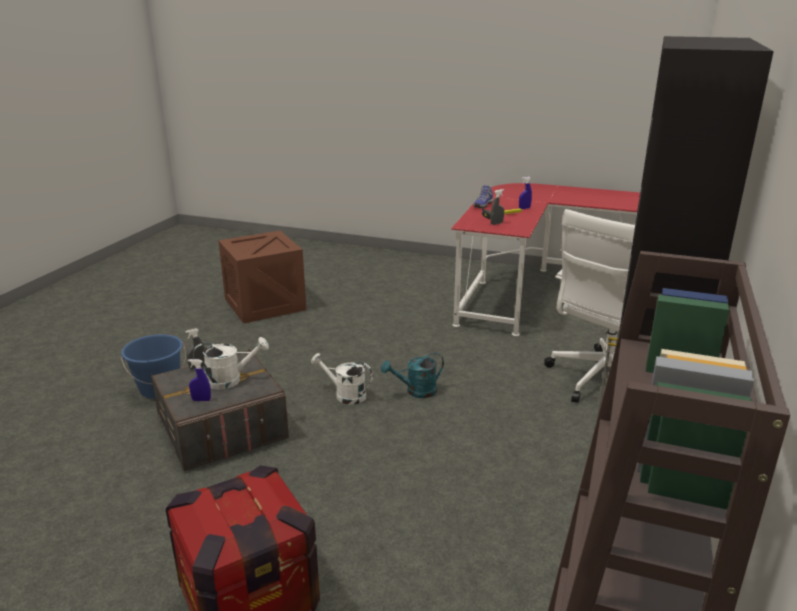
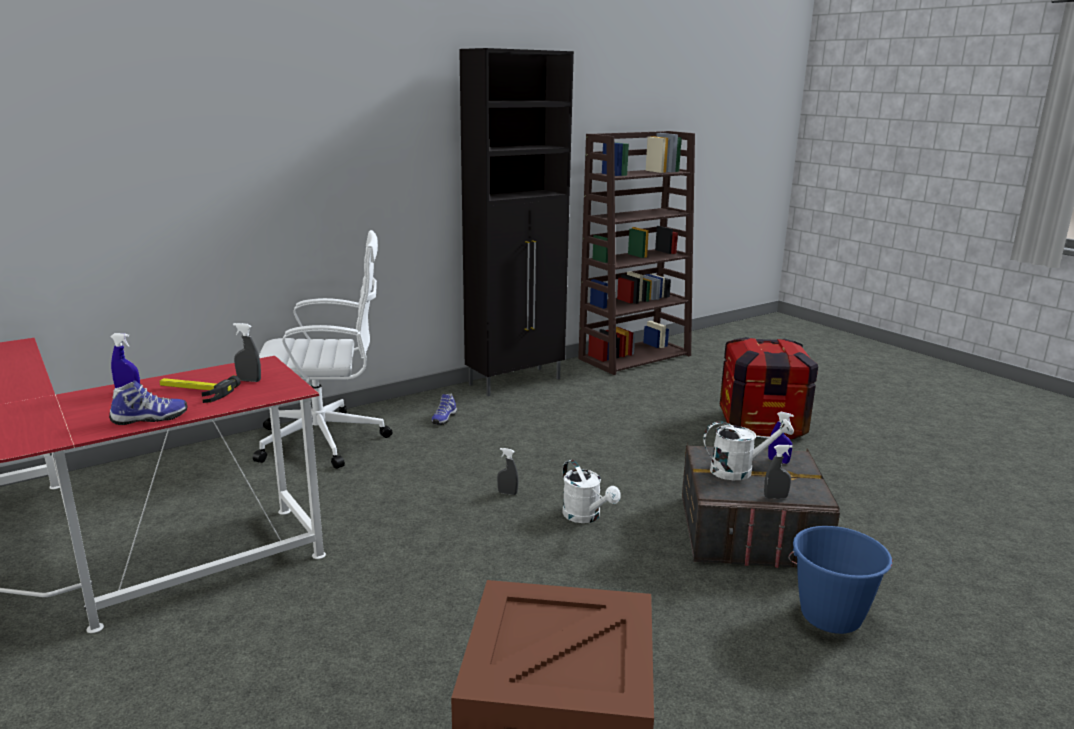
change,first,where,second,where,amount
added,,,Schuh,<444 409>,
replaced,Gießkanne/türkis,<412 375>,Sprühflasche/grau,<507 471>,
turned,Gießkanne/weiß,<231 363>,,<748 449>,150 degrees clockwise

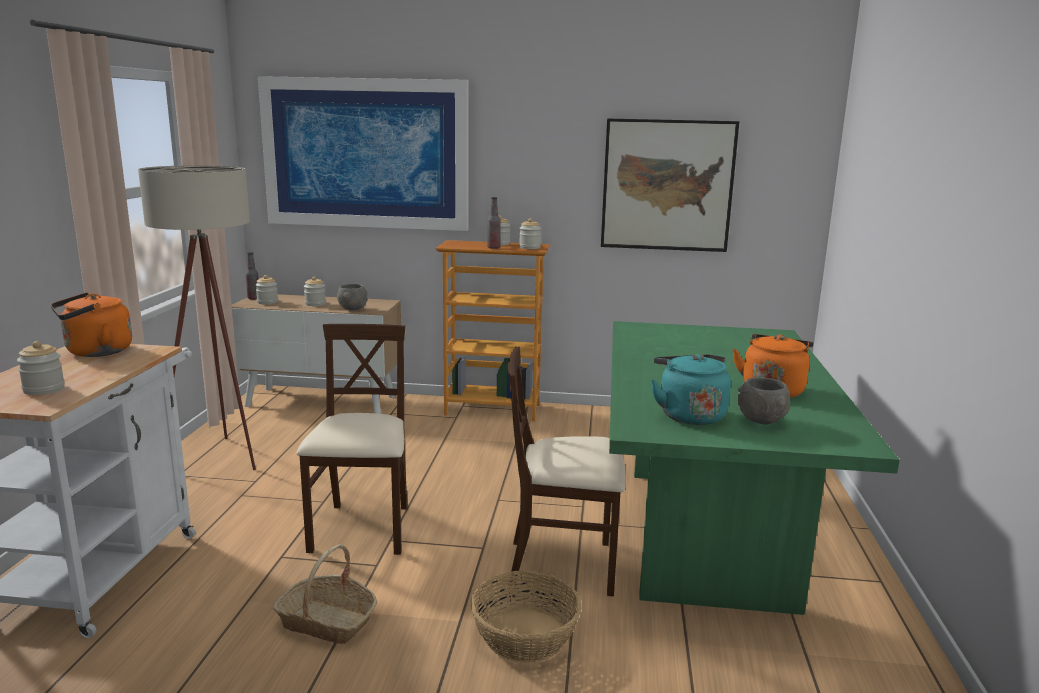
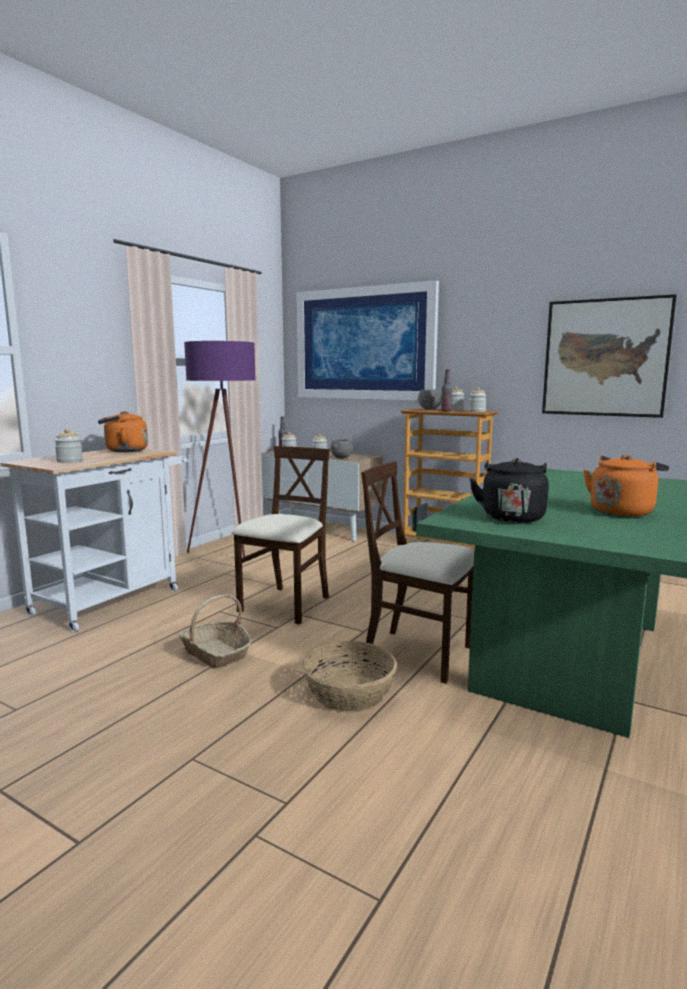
change,first,where,second,where,amount
moved,Schüssel/grau,<763 400>,,<429 400>,
recoloured,Stehlampe/beige,<197 317>,Stehlampe/lila,<220 449>,
recoloured,Wasserkessel/türkis,<691 389>,Wasserkessel/schwarz,<509 490>,

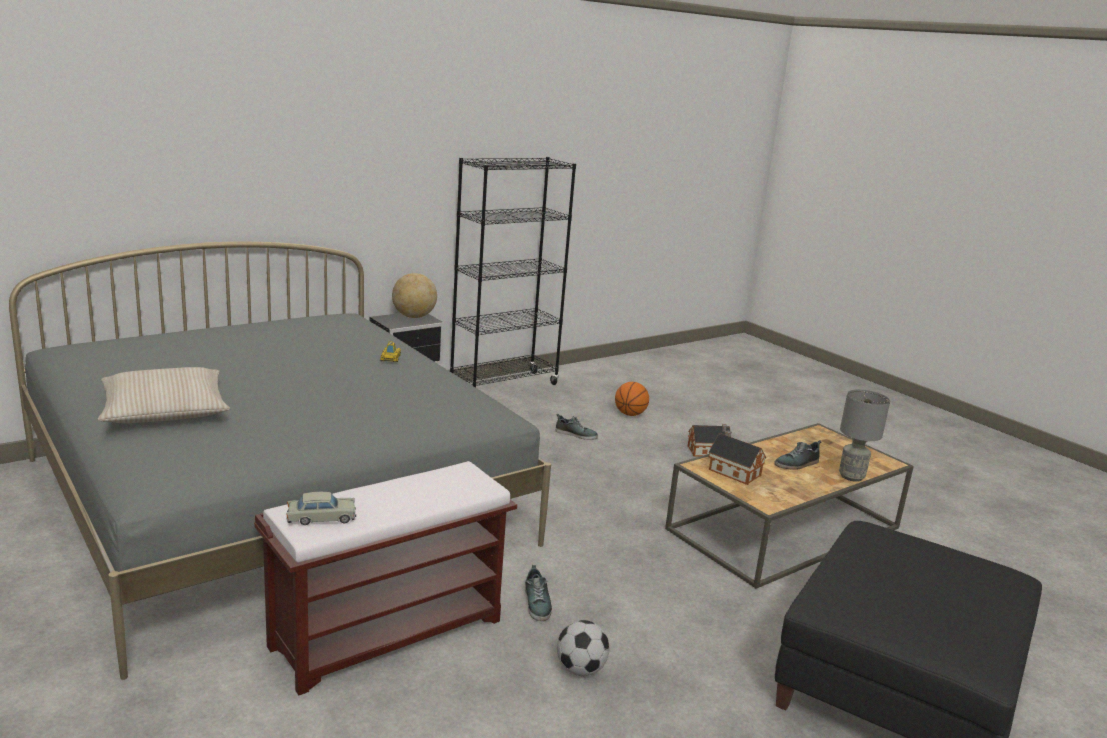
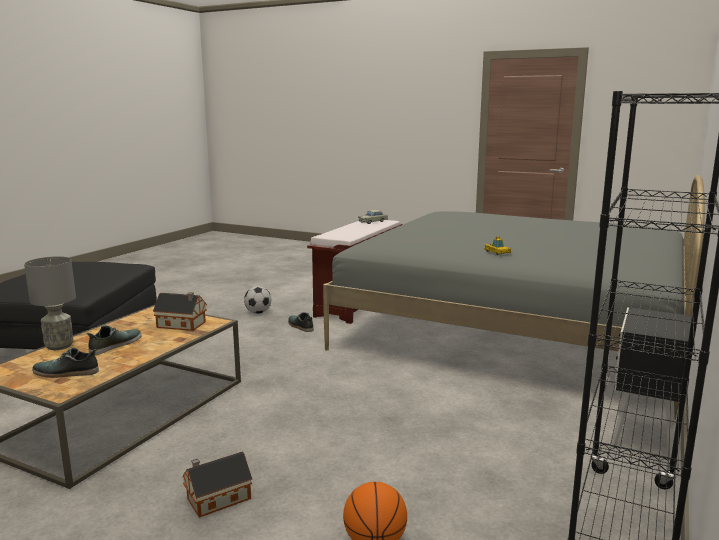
change,first,where,second,where,amount
removed,Kissen/beige,<164 395>,,,
removed,Globus,<414 295>,,,
moved,Schuh,<576 427>,,<65 363>,

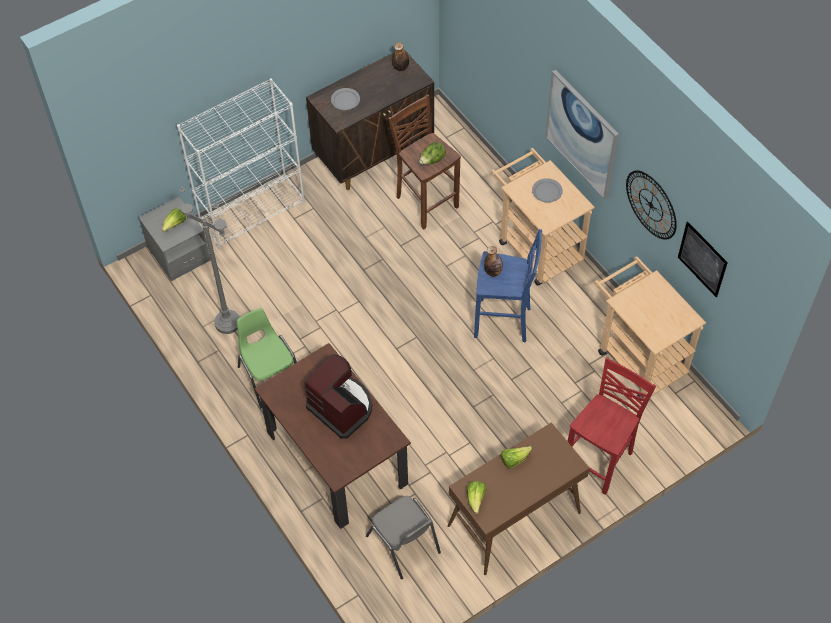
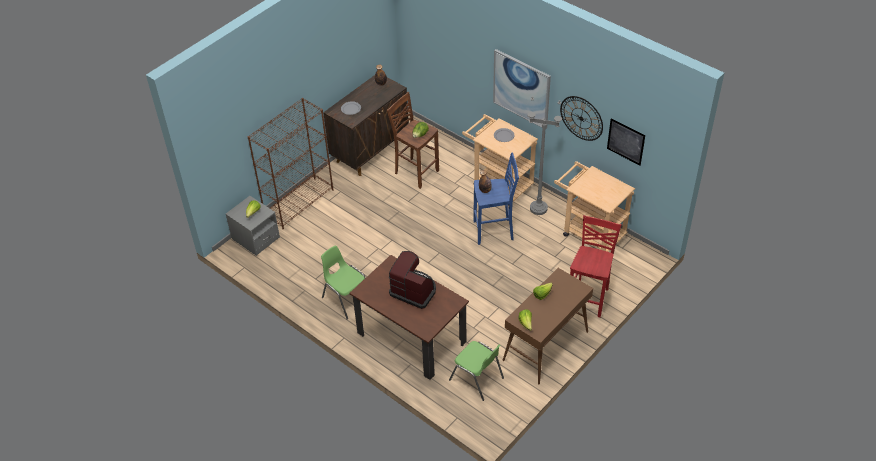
change,first,where,second,where,amount
moved,Stehlampe/grau,<210 260>,,<544 155>,
recoloured,Bücherregal/weiß,<241 163>,Bücherregal/braun,<290 164>,
recoloured,Stuhl/grau,<403 538>,Stuhl/grün,<476 371>,

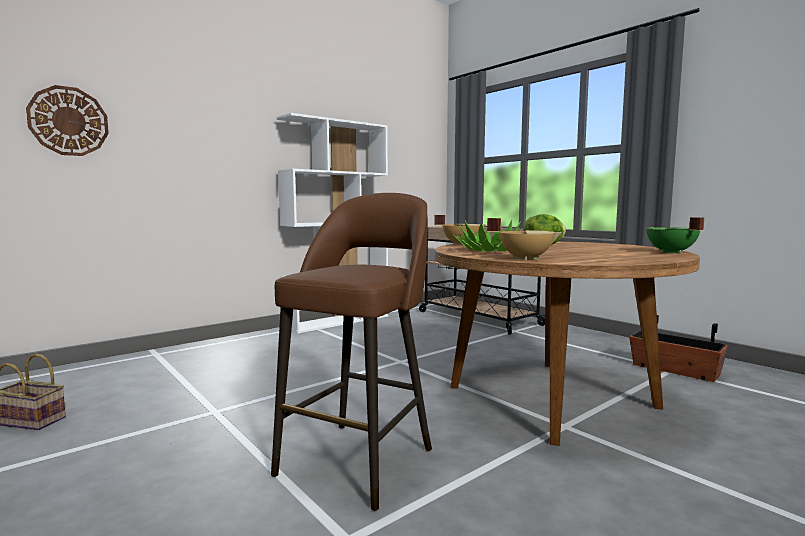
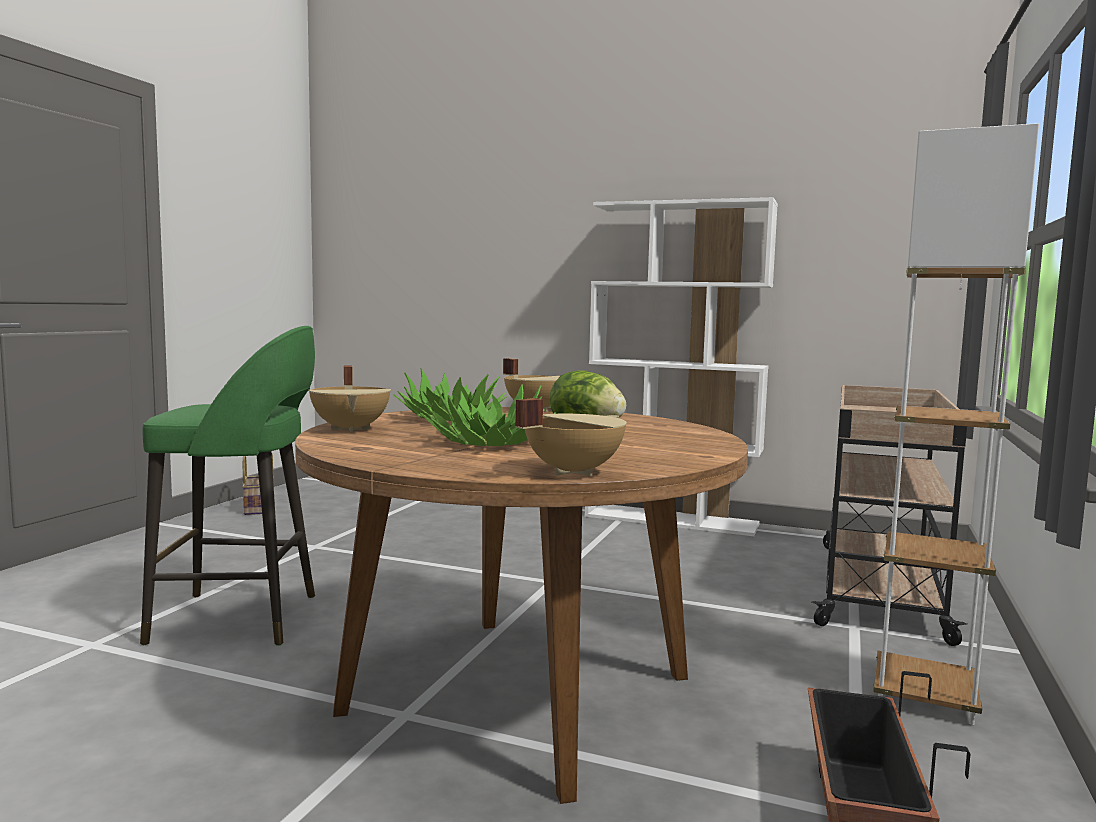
change,first,where,second,where,amount
removed,Wanduhr,<67 120>,,,
added,,,Topfpflanze,<488 415>,
added,,,Stehlampe/weiß,<956 424>,
recoloured,Hocker/braun,<351 352>,Hocker/grün,<227 486>,
recoloured,Kochtopf/grün,<675 235>,Kochtopf/beige,<571 437>,

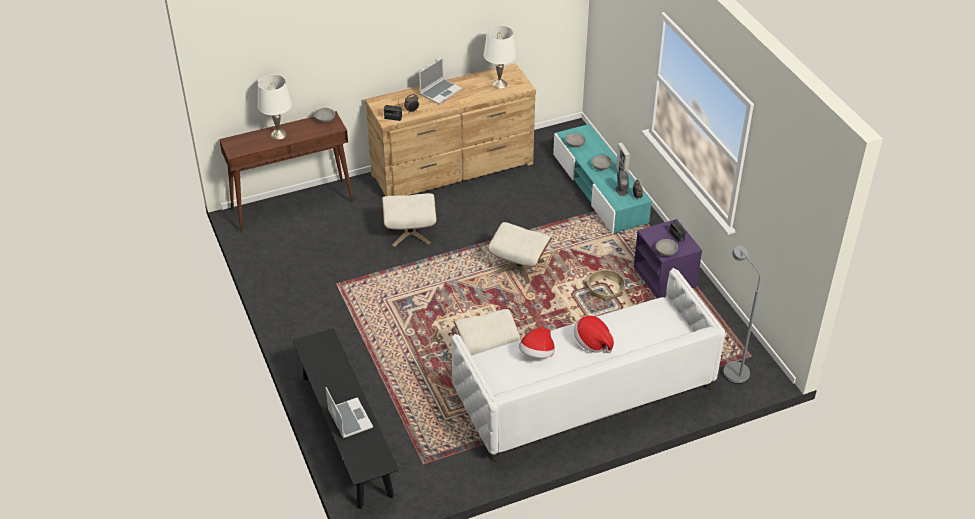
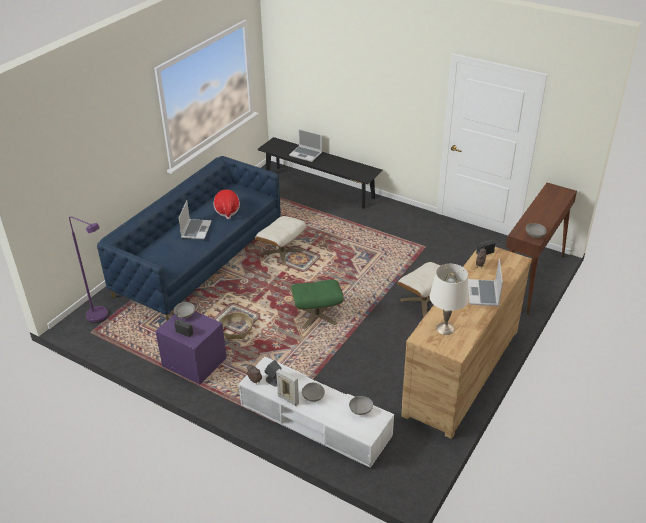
change,first,where,second,where,amount
removed,Tischlampe/weiß,<275 107>,,,
replaced,Hut,<594 334>,Laptop,<195 219>,
recoloured,Sofa/weiß,<588 365>,Sofa/blau,<189 238>,
recoloured,Polsterhocker/beige,<520 253>,Polsterhocker/grün,<317 305>,
recoloured,Fernsehschrank/türkis,<602 179>,Fernsehschrank/weiß,<316 412>,
recoloured,Stehlampe/grau,<742 314>,Stehlampe/lila,<88 269>,

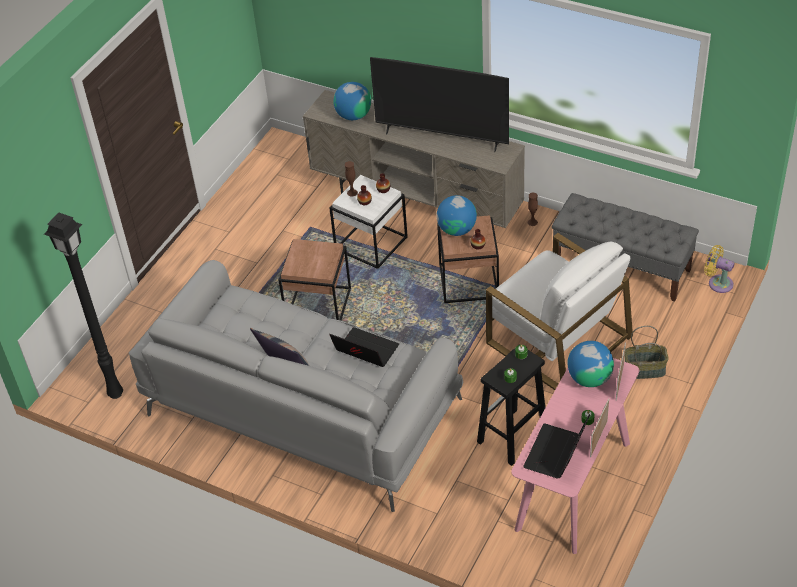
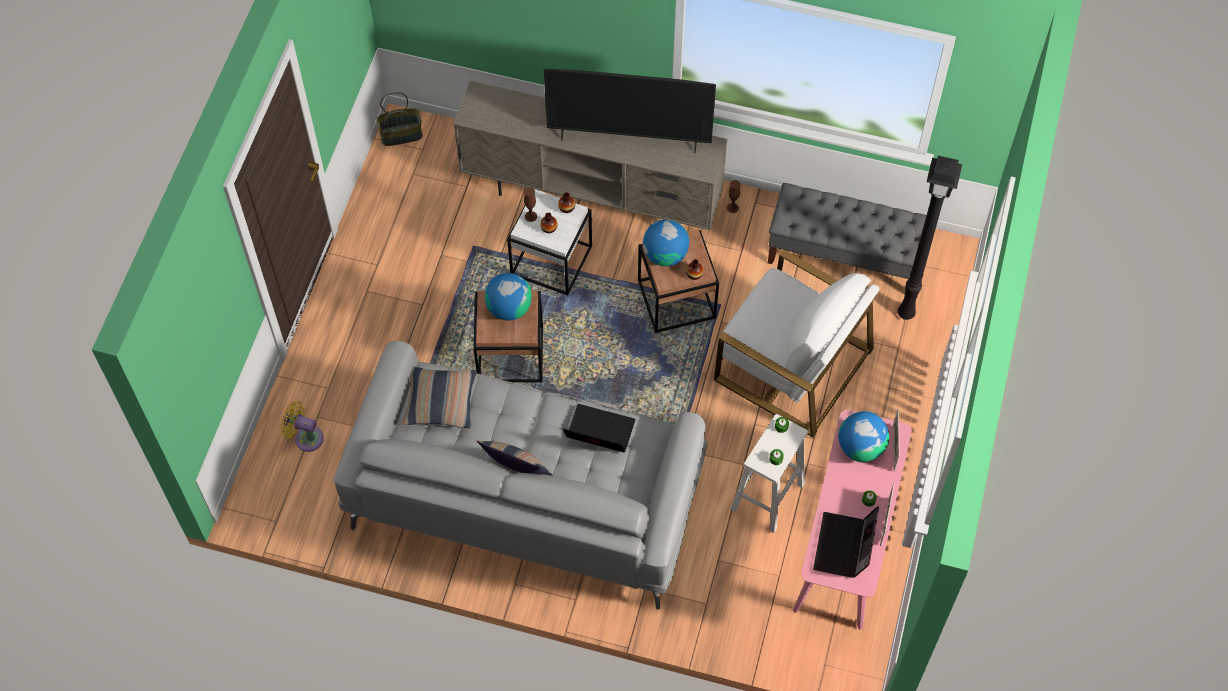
change,first,where,second,where,amount
added,,,Kissen,<439 397>,
moved,Stehlampe/schwarz,<83 305>,,<930 238>,
moved,Globus,<352 101>,,<508 296>,
moved,Korb,<647 352>,,<399 119>,
moved,Ventilator/gelb,<719 269>,,<302 426>,
recoloured,Hocker/schwarz,<511 405>,Hocker/weiß,<769 473>,

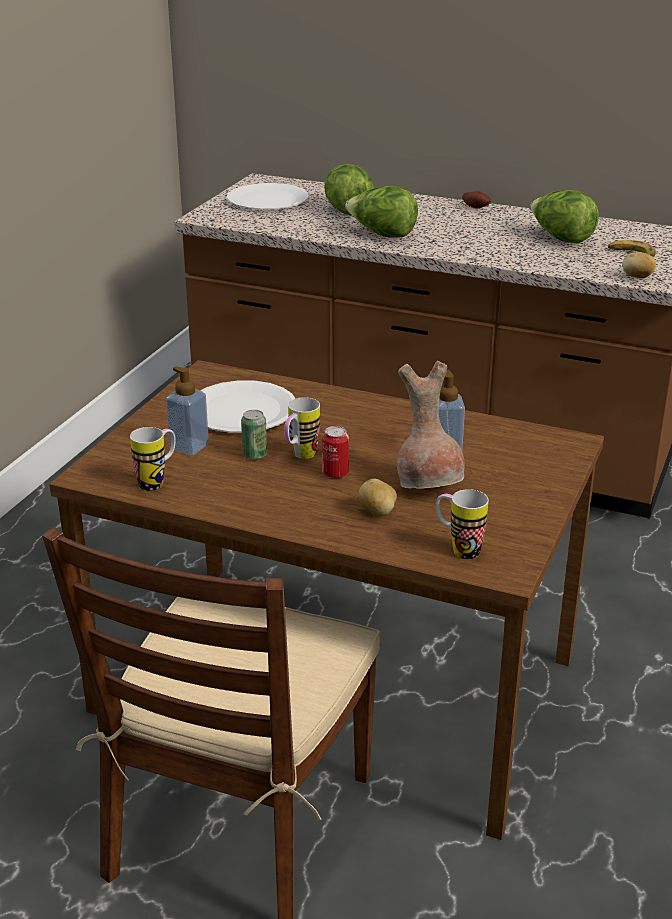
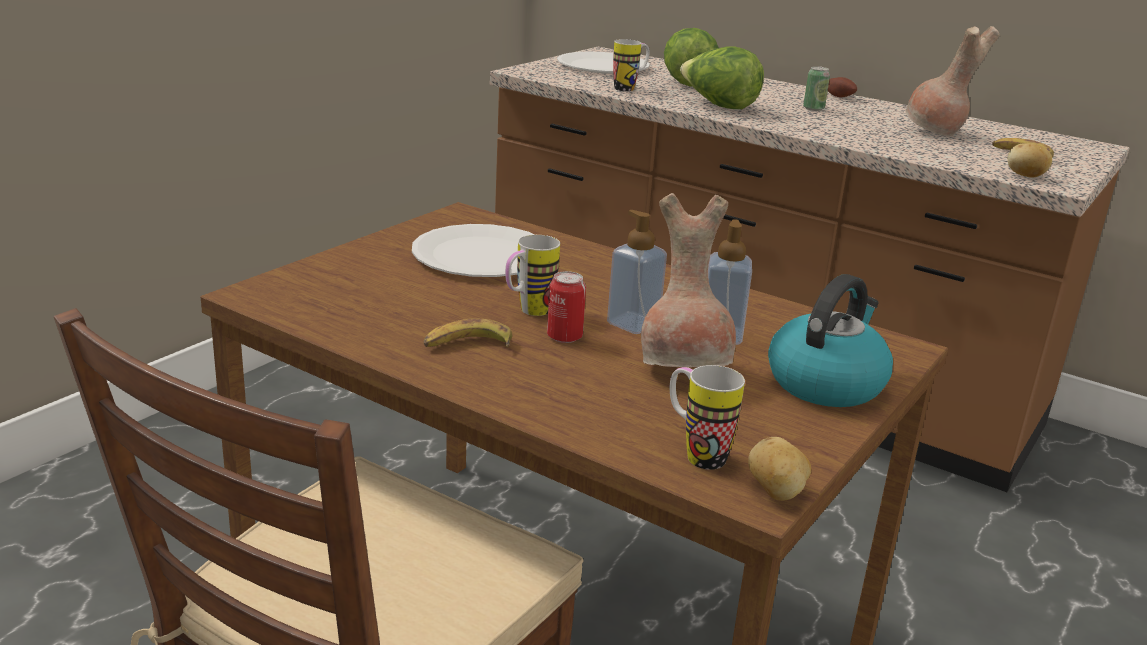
change,first,where,second,where,amount
added,,,Banane,<467 333>,
added,,,Wasserkessel,<830 340>,
moved,Henkelbecher,<153 459>,,<631 65>,
moved,Seifenspender,<187 411>,,<637 272>,
moved,Dose,<254 435>,,<816 88>,
moved,Kartoffel,<378 498>,,<779 469>,
replaced,Salatkopf,<564 216>,Vase/braun,<952 81>,

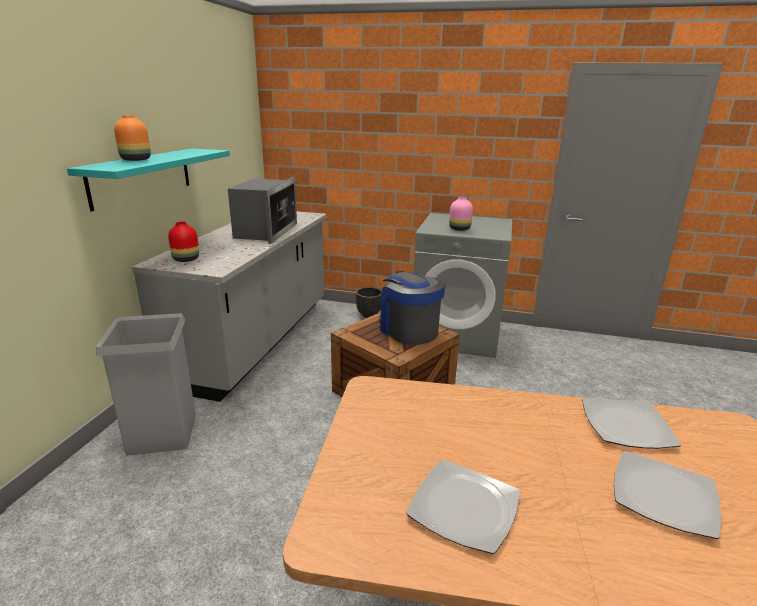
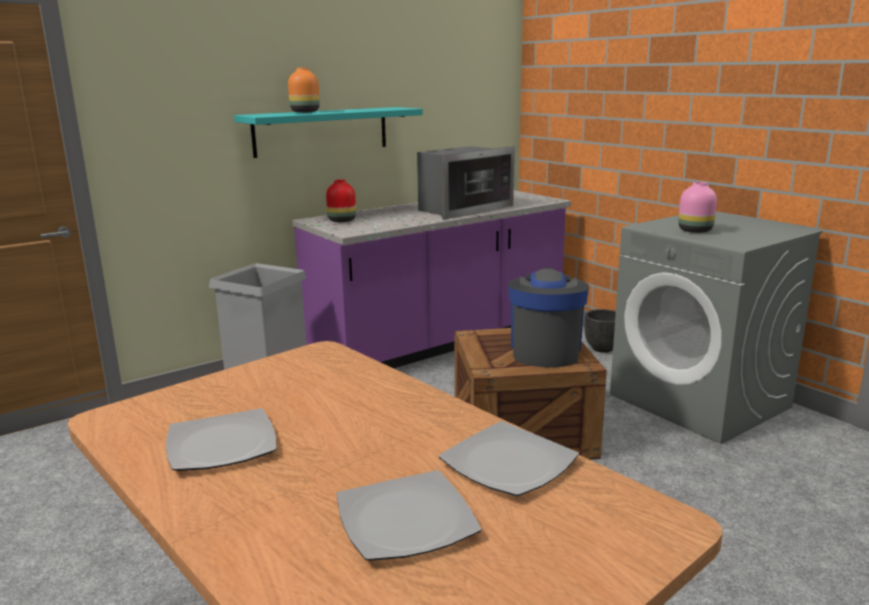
change,first,where,second,where,amount
recoloured,Küchenzeile/grau,<229 306>,Küchenzeile/lila,<431 279>,

